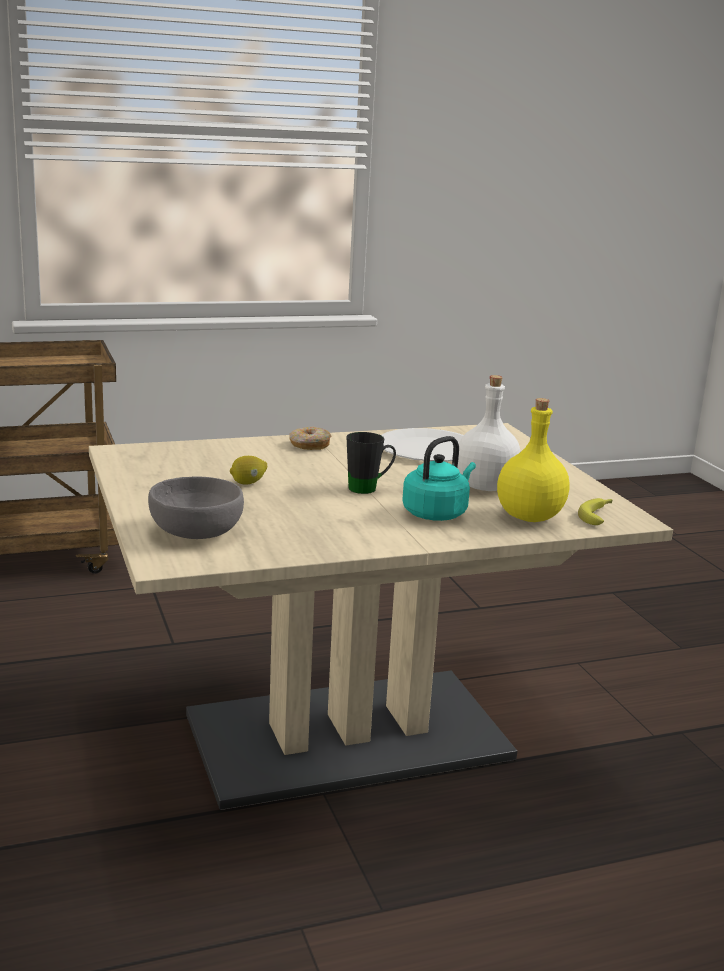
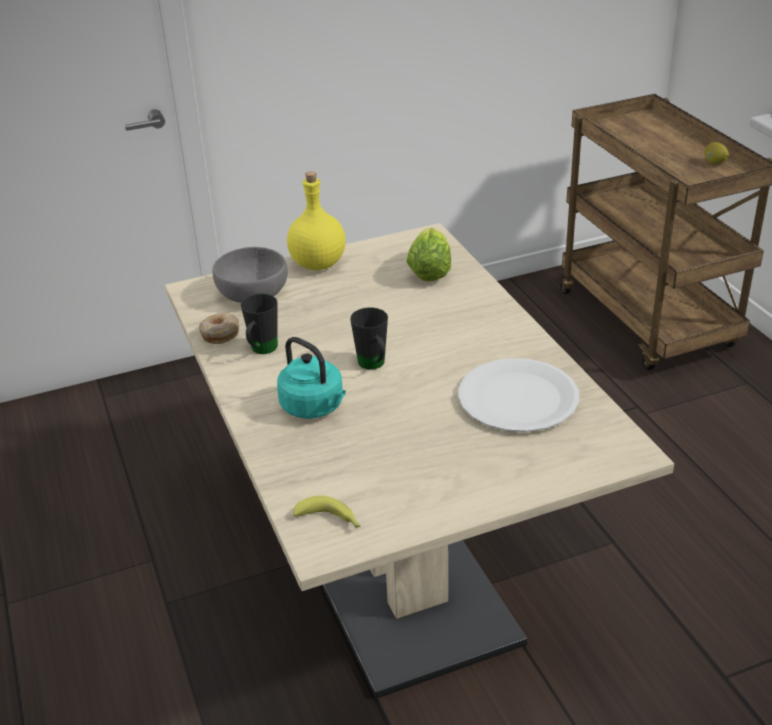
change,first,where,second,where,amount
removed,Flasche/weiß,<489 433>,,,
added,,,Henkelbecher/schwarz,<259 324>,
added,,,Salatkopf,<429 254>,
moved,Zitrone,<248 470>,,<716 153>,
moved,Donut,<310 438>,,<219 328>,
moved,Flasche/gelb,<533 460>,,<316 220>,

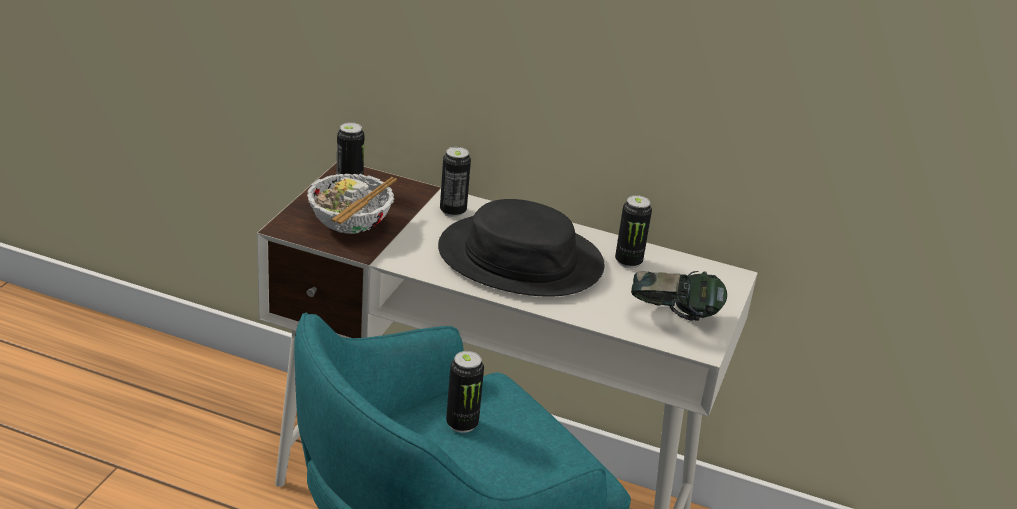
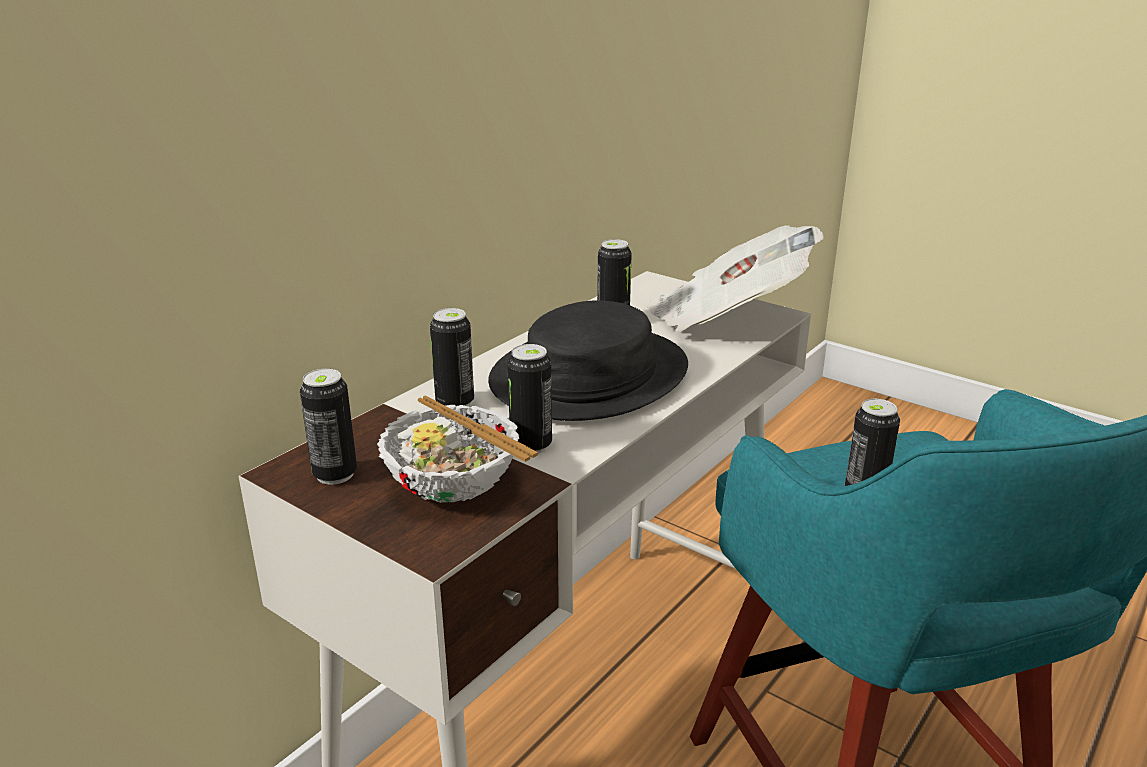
change,first,where,second,where,amount
added,,,Dose,<529 399>,
replaced,Kopfhörer,<679 296>,Zeitung,<735 278>,

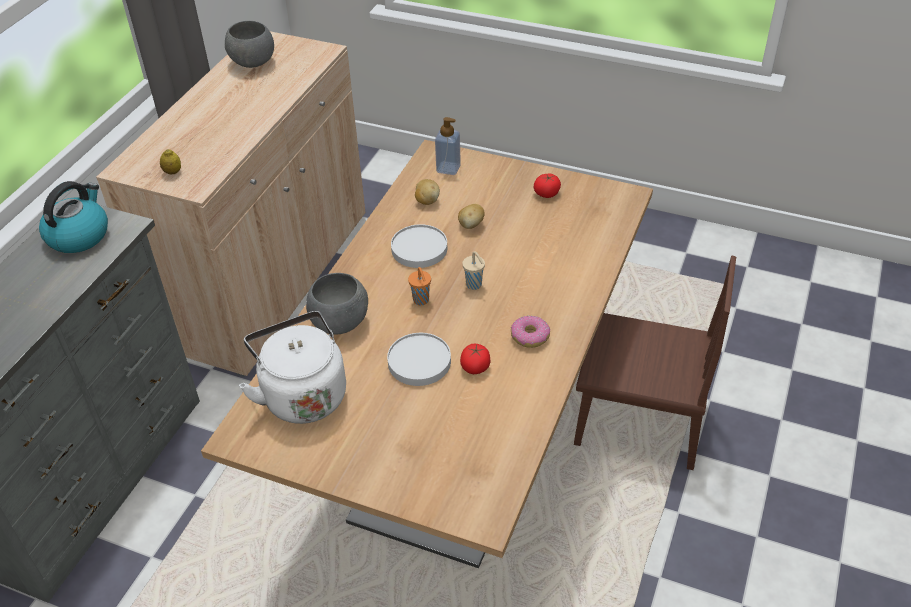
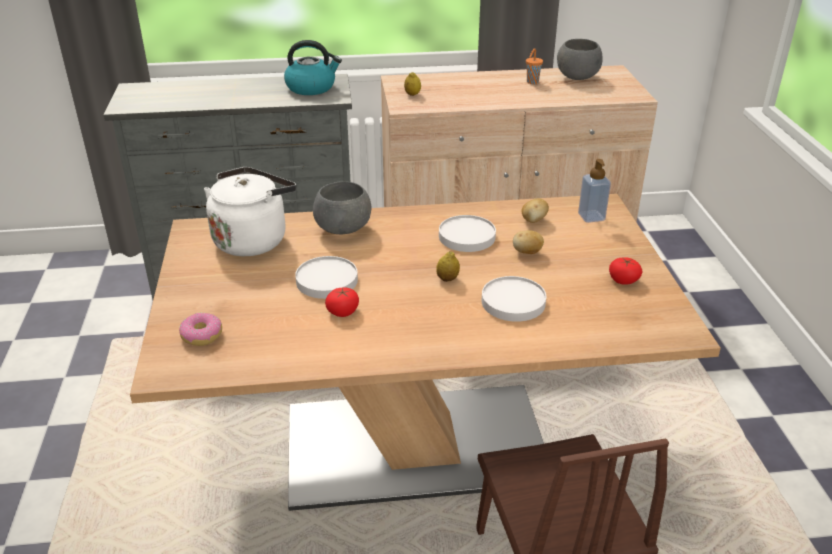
change,first,where,second,where,amount
added,,,Teller/weiß,<513 299>,
moved,Tasse/orange,<419 286>,,<534 66>,
moved,Donut,<530 331>,,<200 329>,
replaced,Tasse/beige,<473 270>,Zitrone,<448 266>,

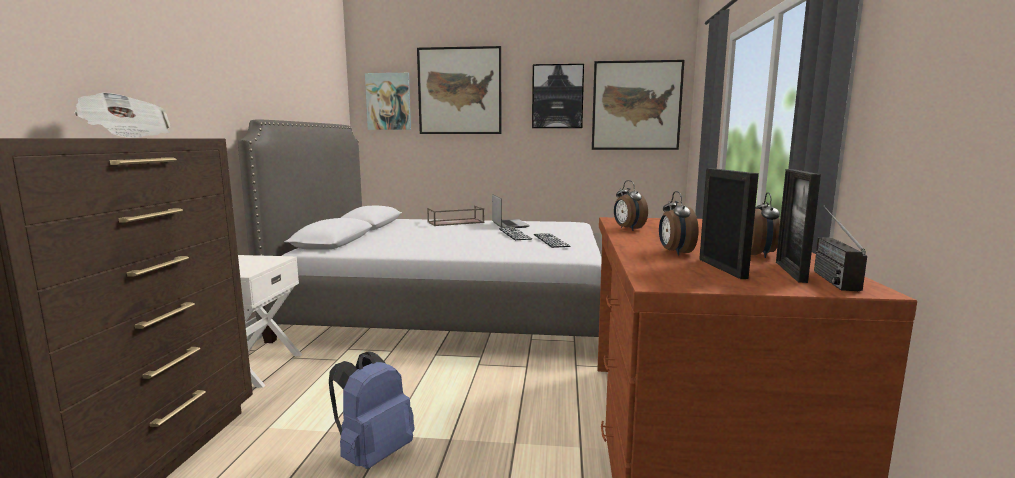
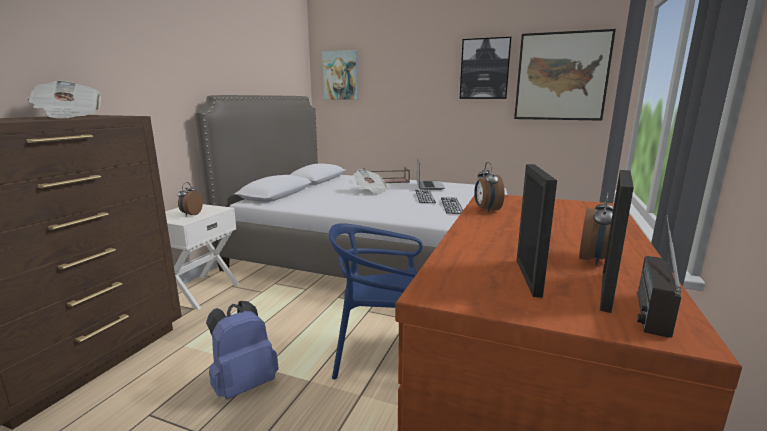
change,first,where,second,where,amount
removed,Bild,<459 90>,,,
added,,,Stuhl/blau,<376 301>,
added,,,Zeitung,<370 182>,
moved,Wecker,<678 223>,,<190 199>,

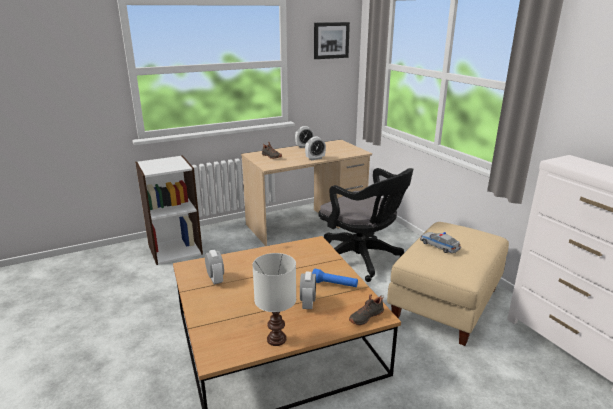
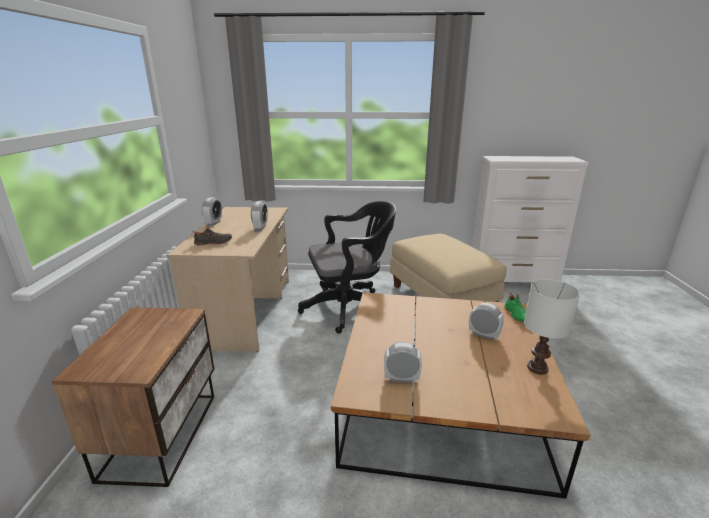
change,first,where,second,where,amount
removed,Taschenlampe/blau,<335 278>,,,
removed,Bild,<332 40>,,,
removed,Spielzeugauto,<440 242>,,,
replaced,Bücherregal/weiß,<169 210>,Nachttisch,<133 397>,
recoloured,Schuh/schwarz,<366 310>,Schuh/grün,<515 307>,

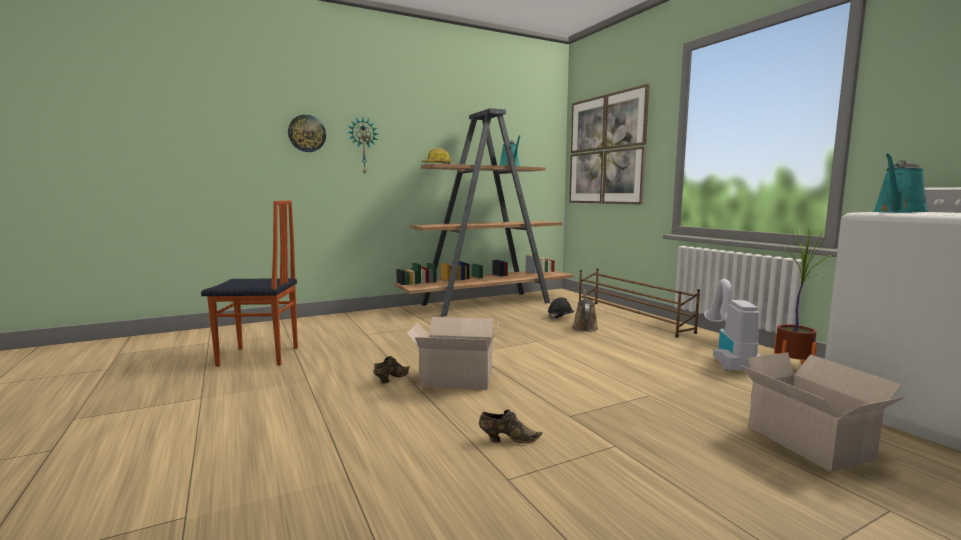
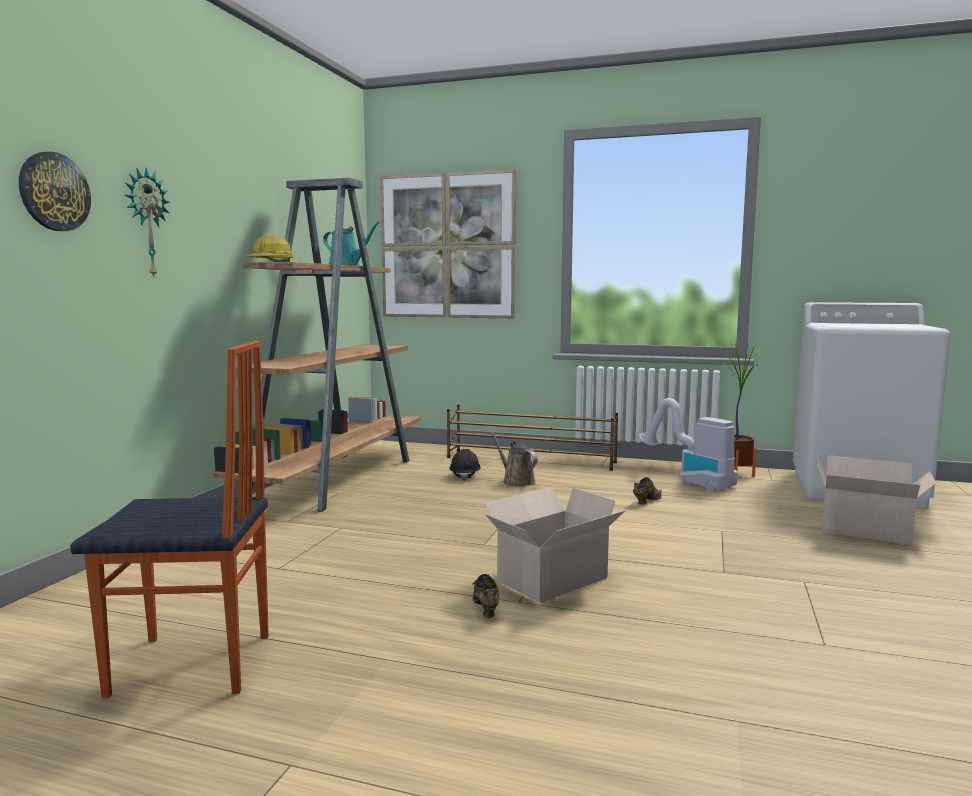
change,first,where,second,where,amount
removed,Gießkanne/türkis,<901 183>,,,
moved,Schuh/braun,<510 426>,,<647 490>,
turned,Stuhl,<249 283>,,<169 519>,45 degrees clockwise

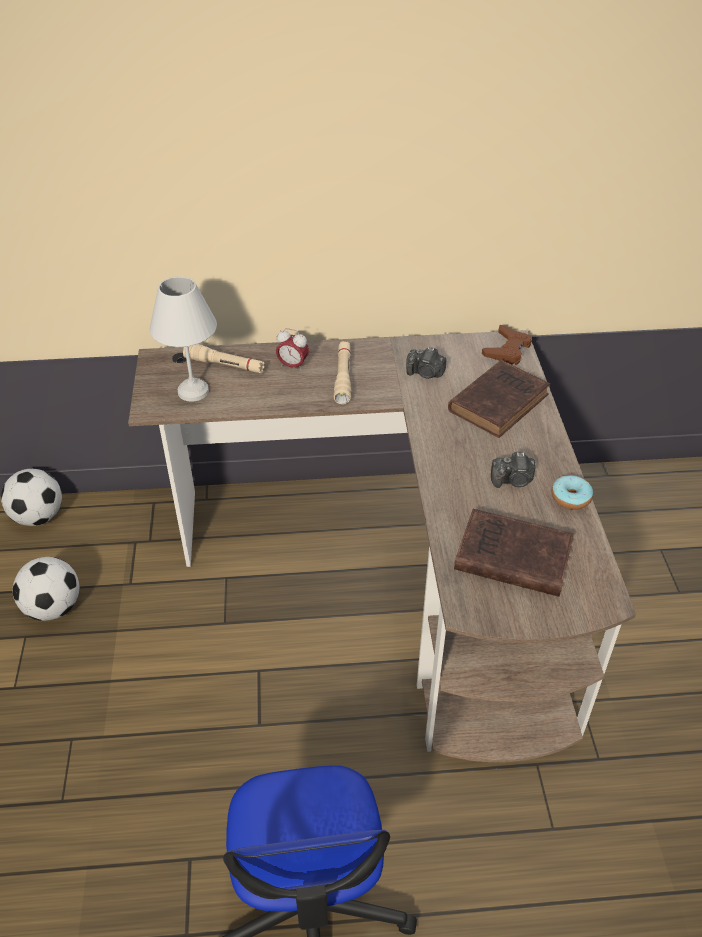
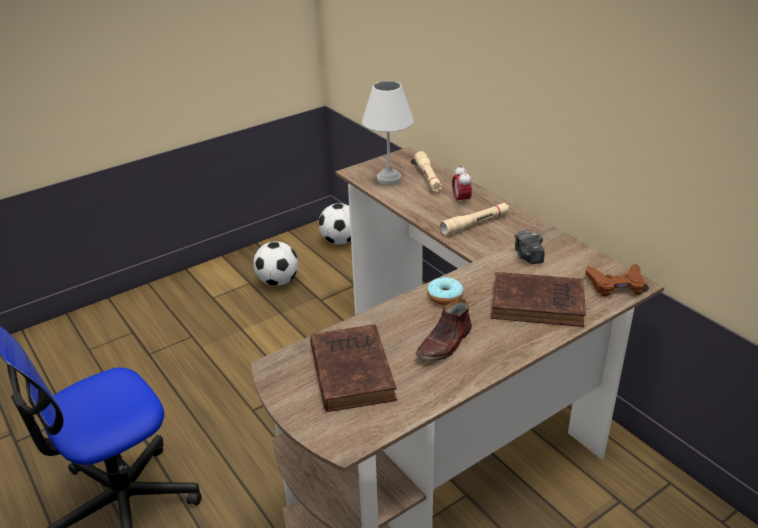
change,first,where,second,where,amount
moved,Donut,<572 492>,,<445 291>,
replaced,Kamera,<513 470>,Schuh/braun,<444 329>,

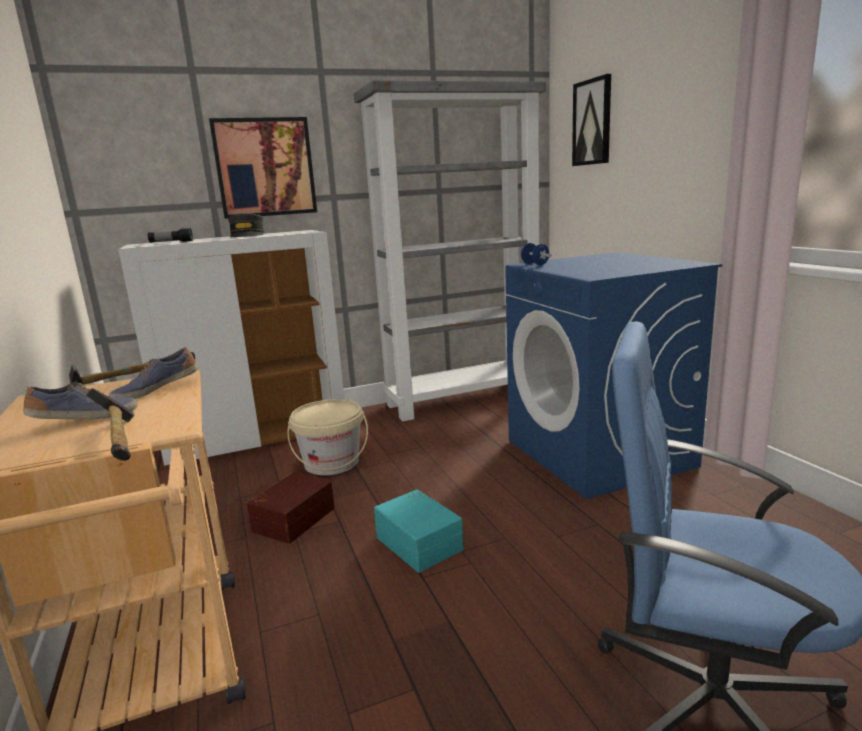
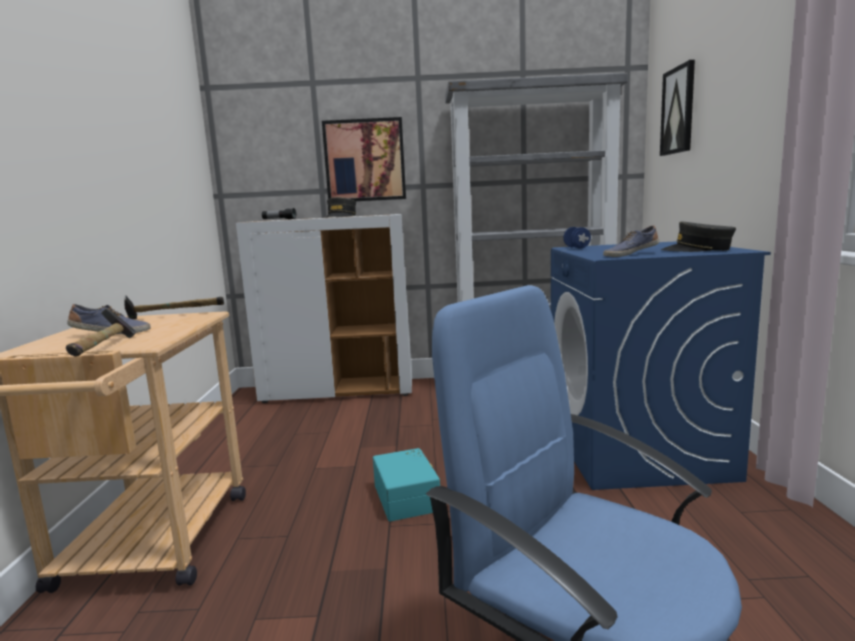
change,first,where,second,where,amount
removed,Aufbewahrungsbox/braun,<291 508>,,,
removed,Eimer/beige,<328 437>,,,
added,,,Kappe/grau,<698 236>,
moved,Schuh,<153 373>,,<631 241>,

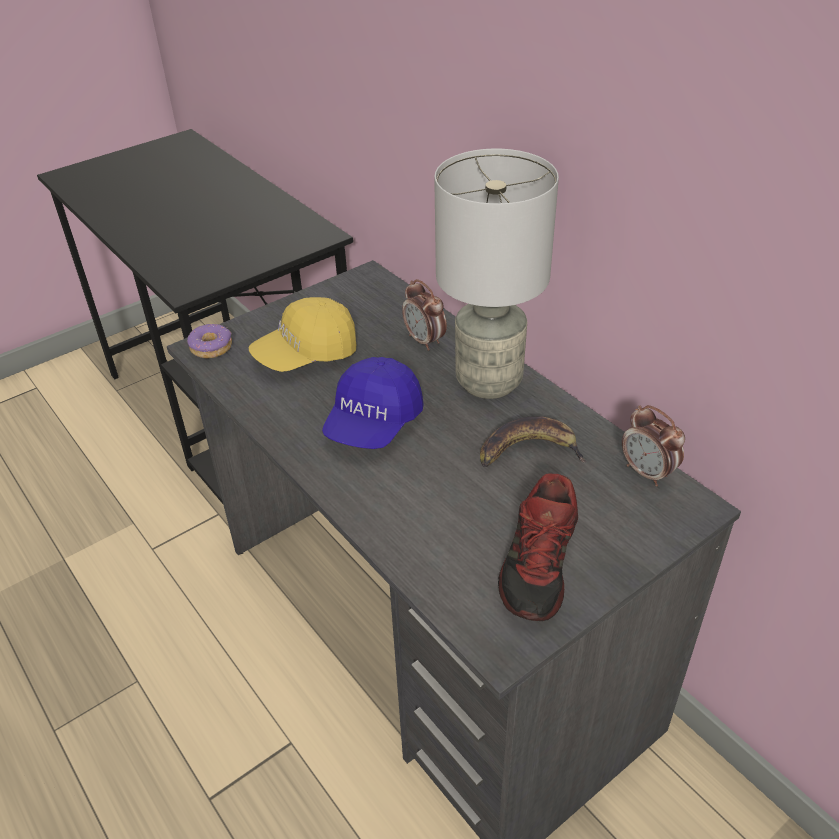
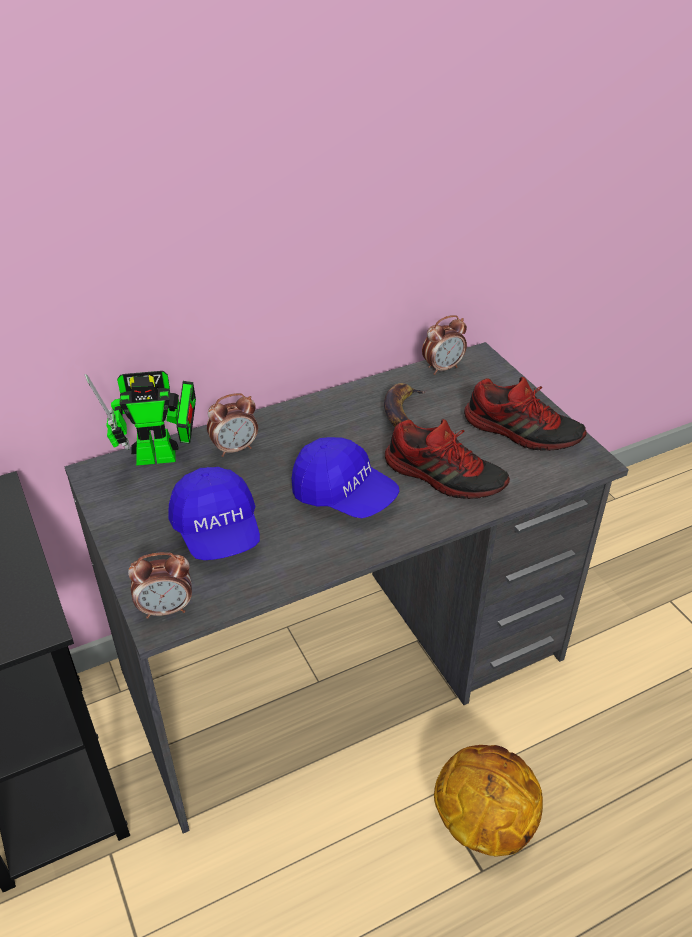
change,first,where,second,where,amount
removed,Tischlampe/grau,<496 274>,,,
added,,,Spielzeugroboter,<140 418>,
added,,,Schuh,<447 459>,
added,,,Basketball,<488 801>,
replaced,Donut,<209 341>,Wecker,<160 585>,
recoloured,Kappe/gelb,<302 334>,Kappe/blau,<214 513>,

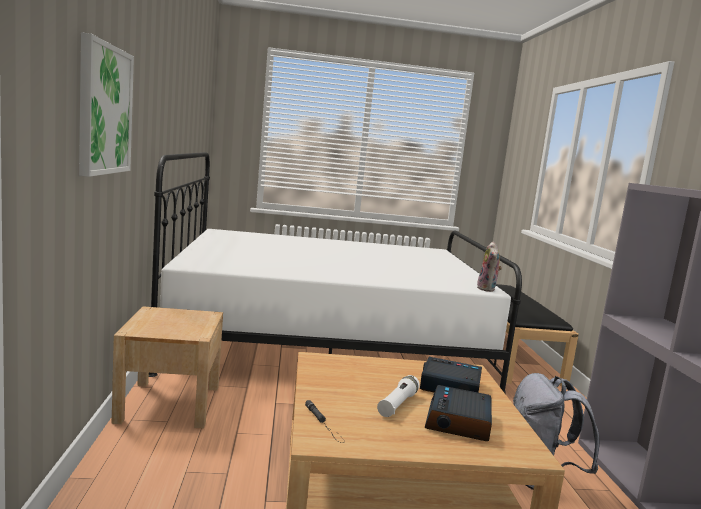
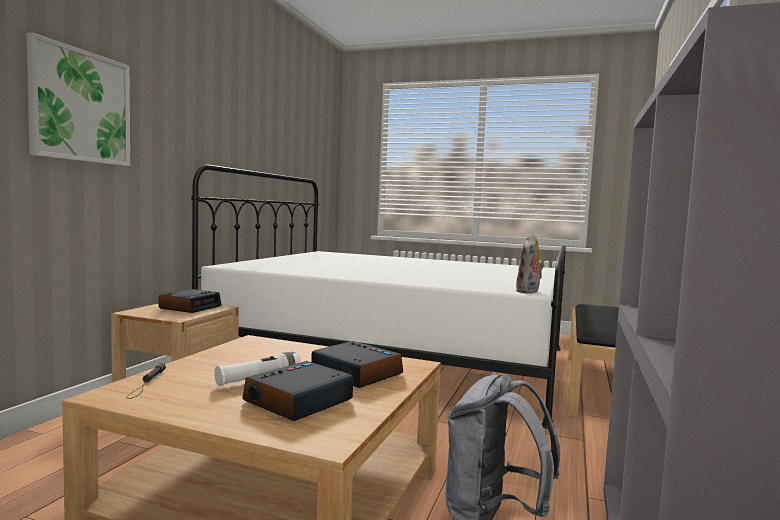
change,first,where,second,where,amount
added,,,Wecker,<190 301>,

